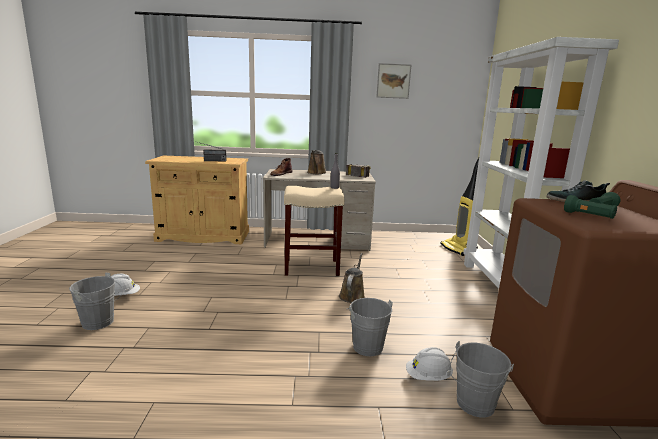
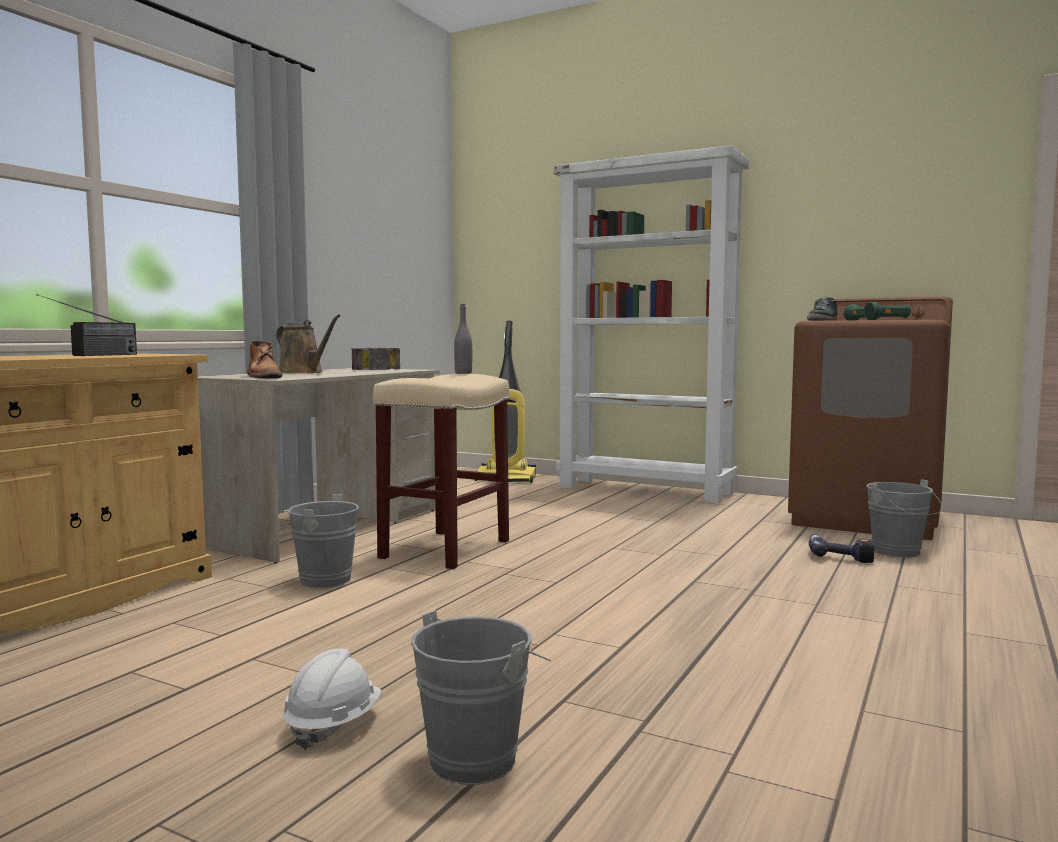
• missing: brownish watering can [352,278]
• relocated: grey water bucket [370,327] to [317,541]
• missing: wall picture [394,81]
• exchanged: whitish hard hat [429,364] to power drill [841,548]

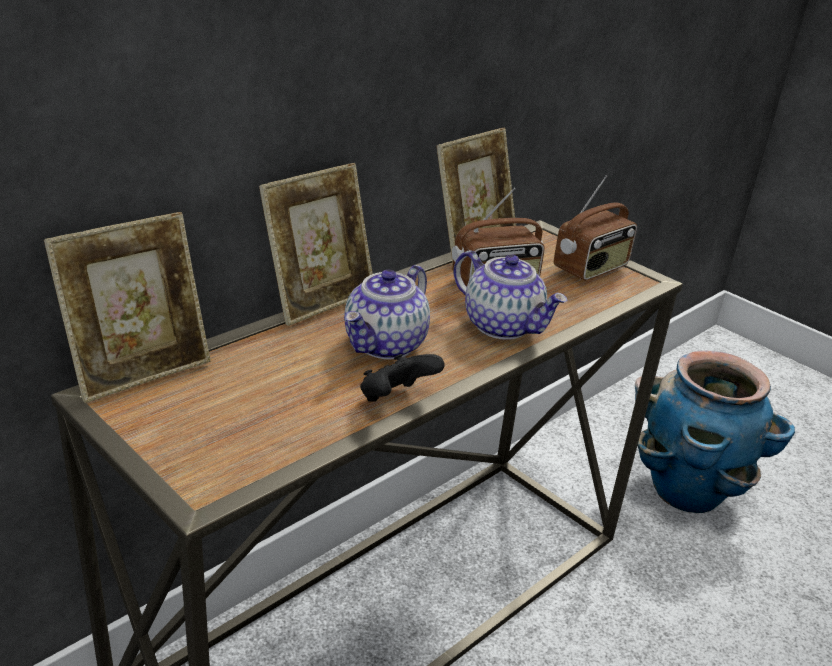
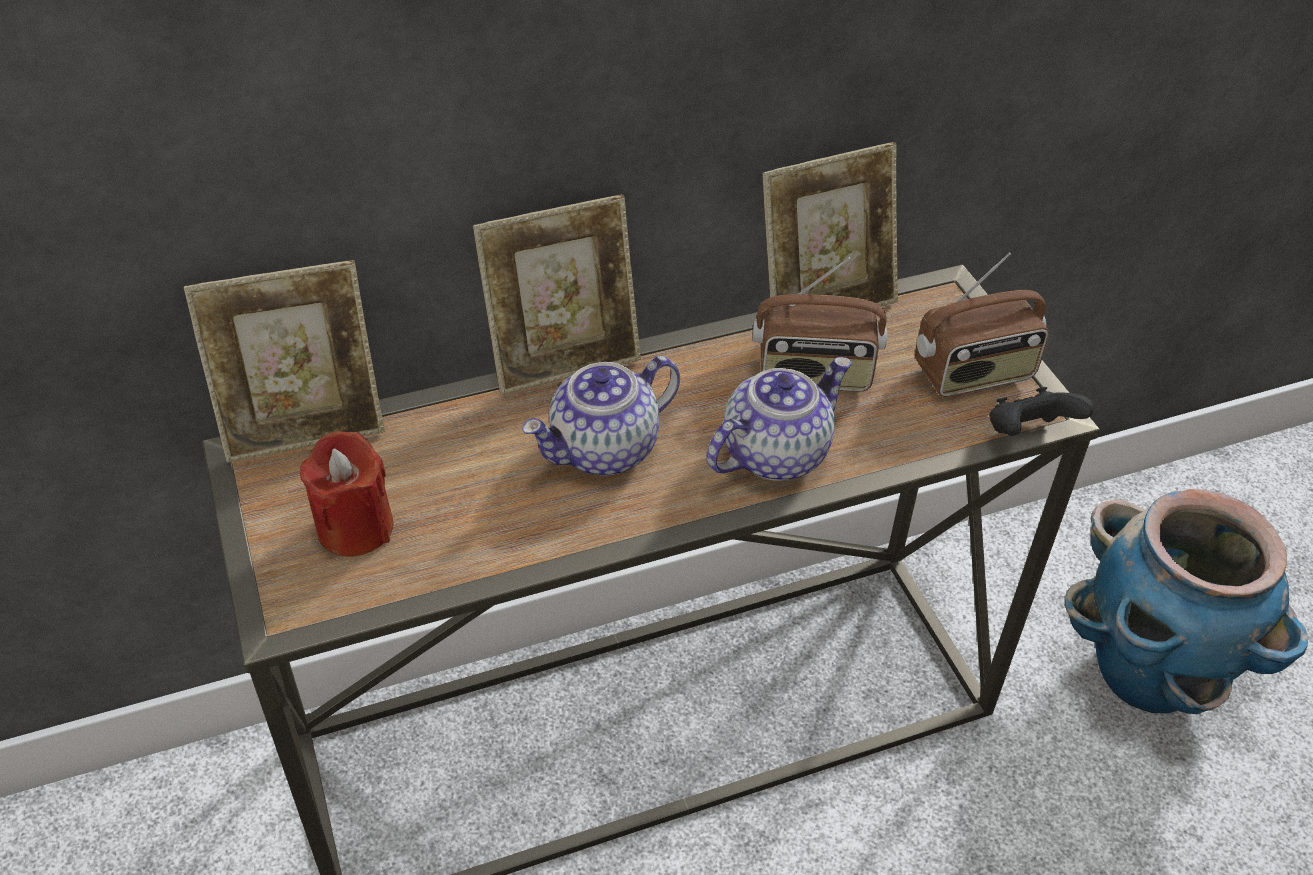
• relocated: black joypad [402,378] to [1041,411]
• spun: tea pot [511,295] = [779,419] 105 degrees counterclockwise
• appeared: red wax light [346,494]

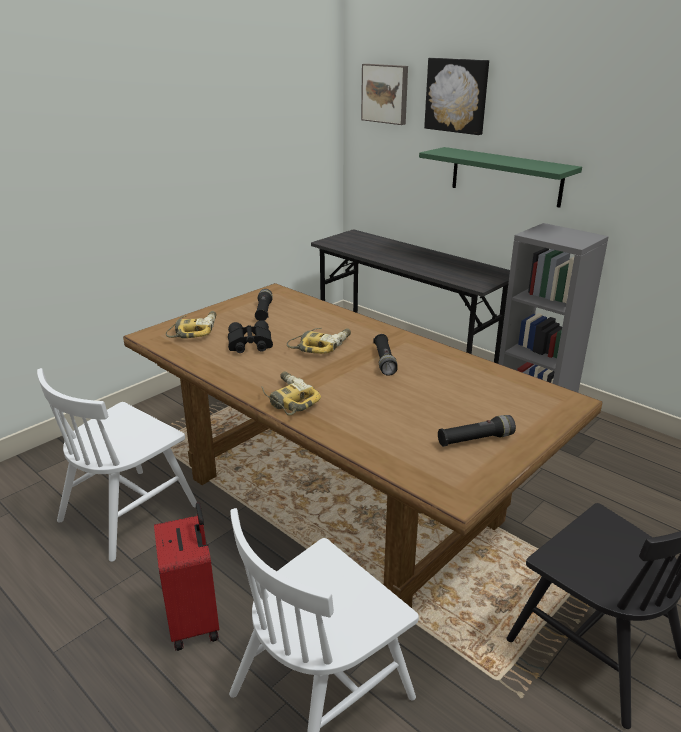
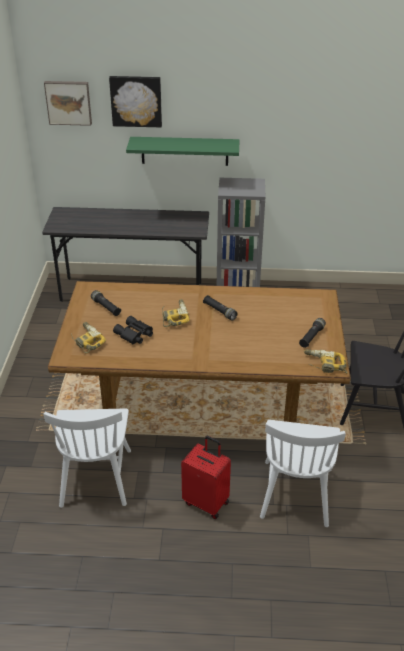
• relocated: power drill [291,393] to [325,361]

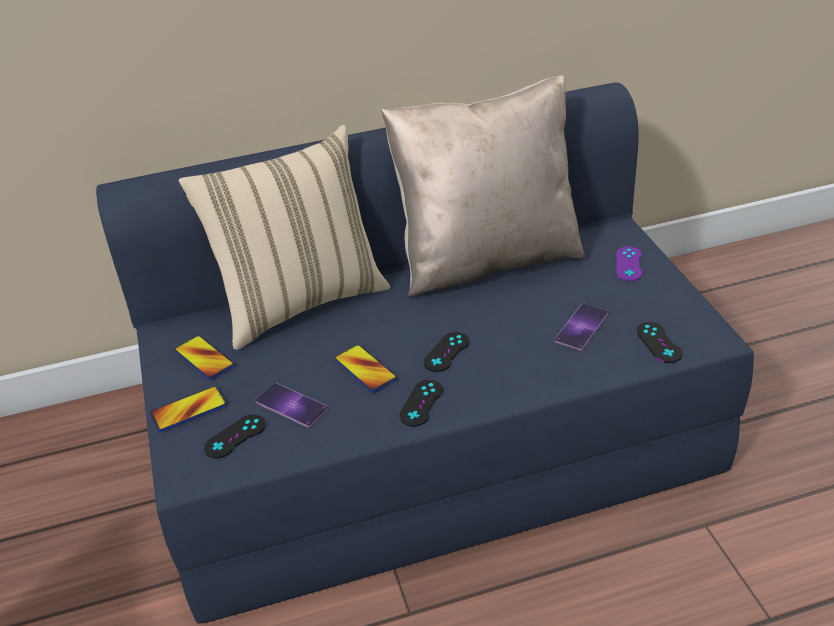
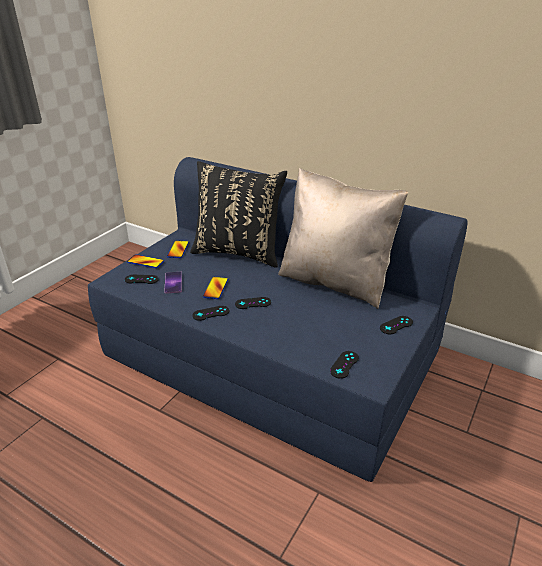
• colour: beige throw pillow [284,237] to black throw pillow [238,214]
• missing: phone [582,327]
• colour: purple joypad [629,263] to black joypad [396,325]

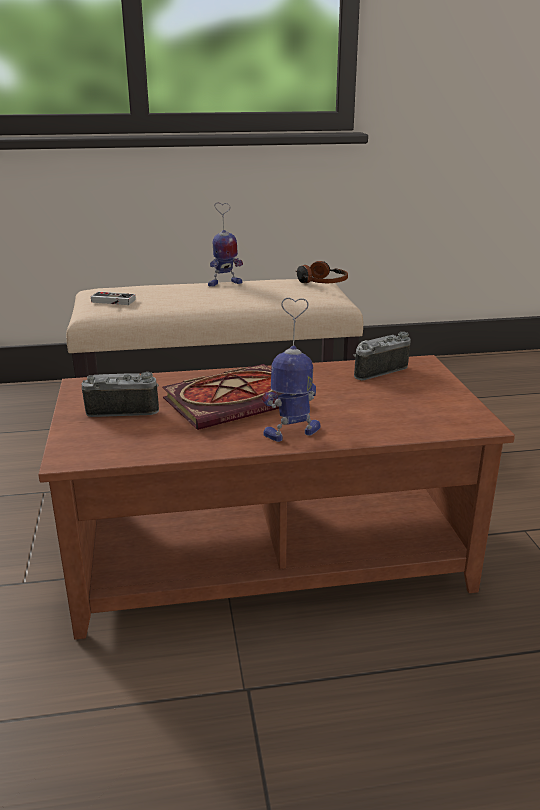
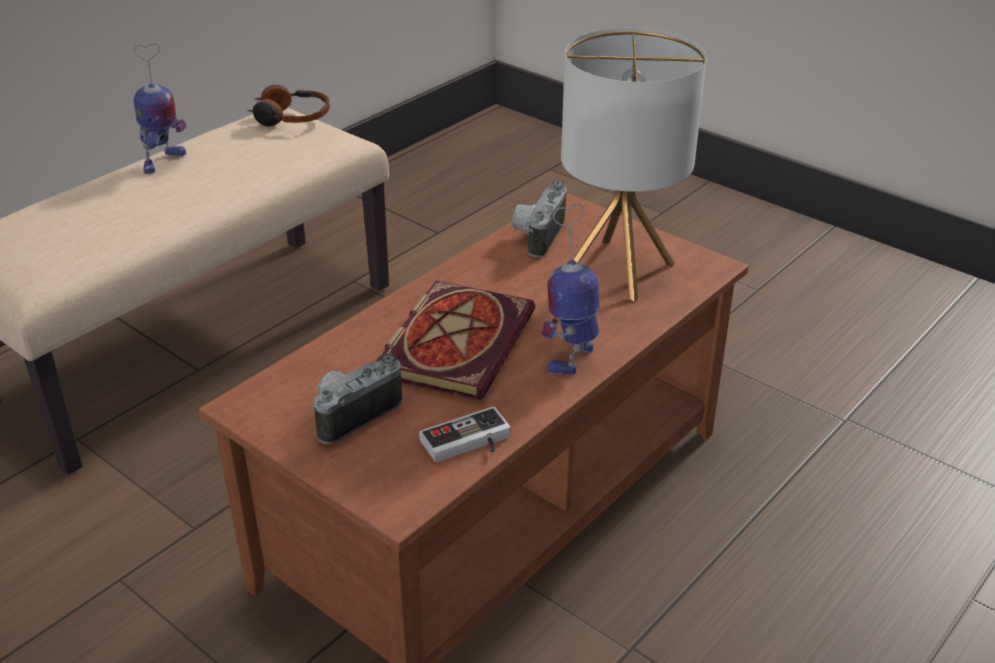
• relocated: joypad [113,298] to [465,434]
• appeared: table lamp [634,164]

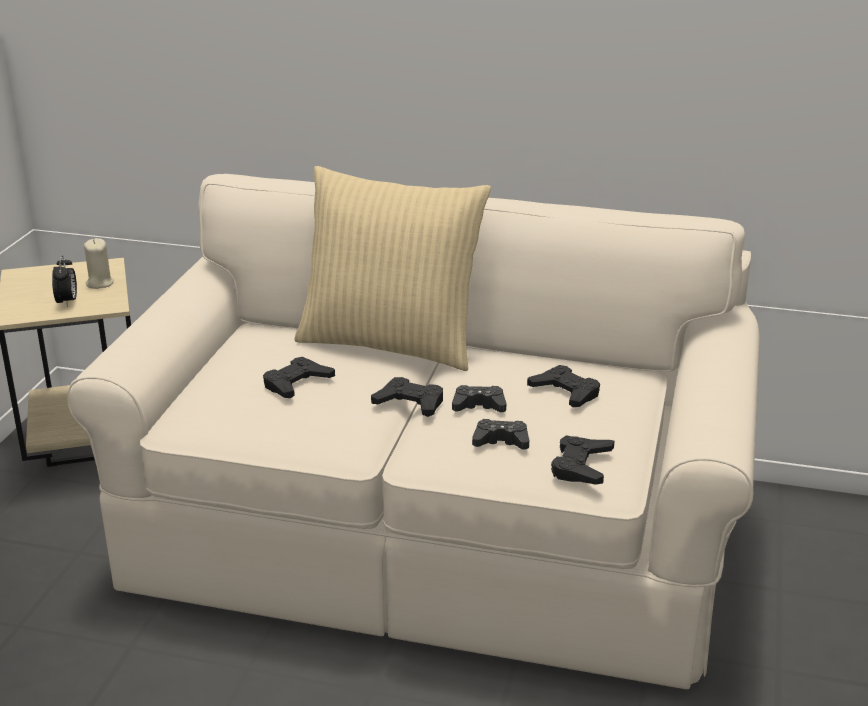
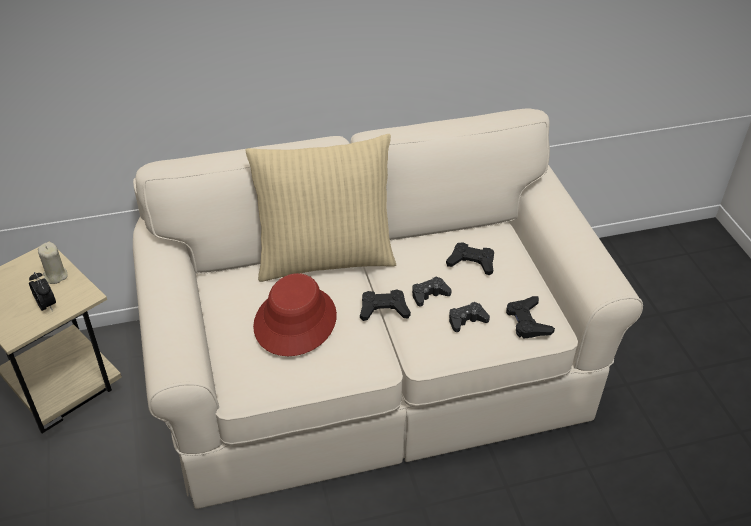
• exchanged: black joypad [299,377] to red wearable hat [295,314]

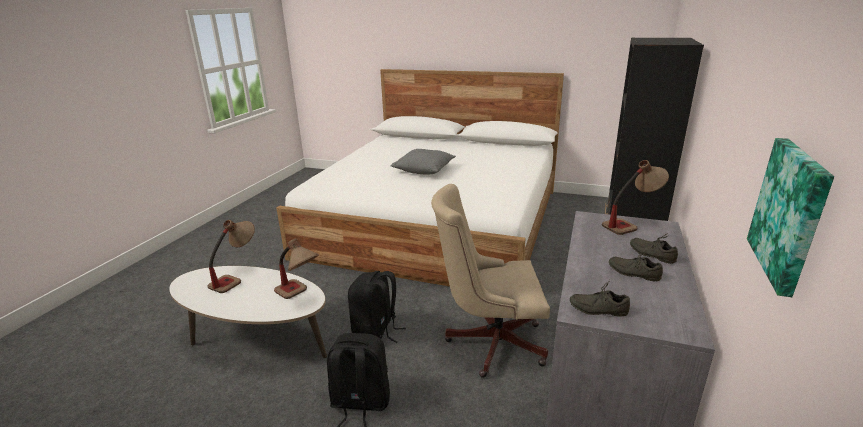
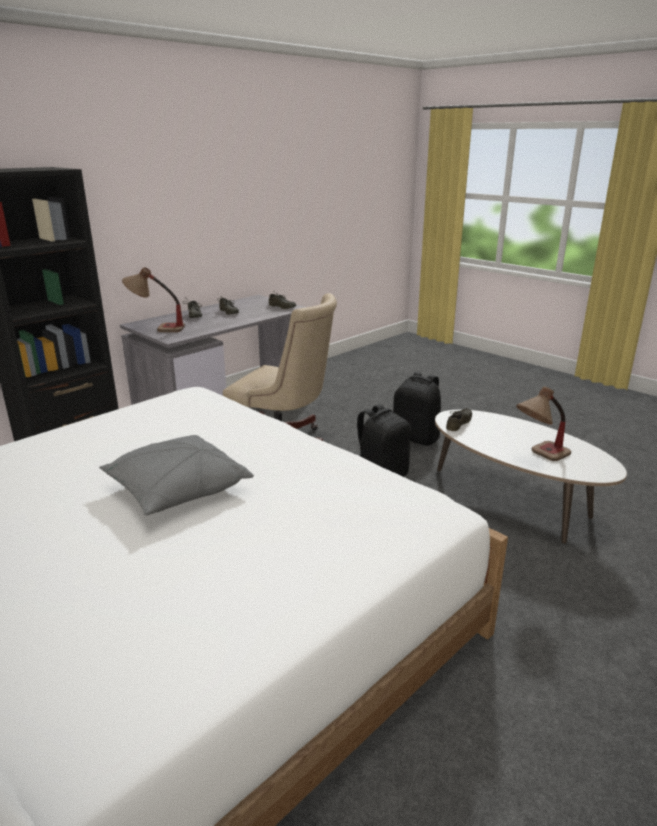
• exchanged: table lamp [296,268] to grey item of footwear [459,419]
• missing: wall picture [790,217]

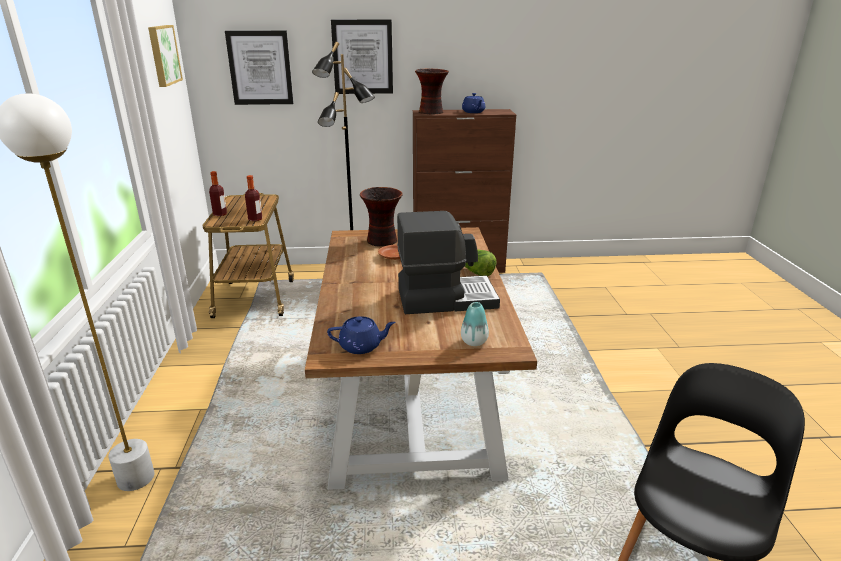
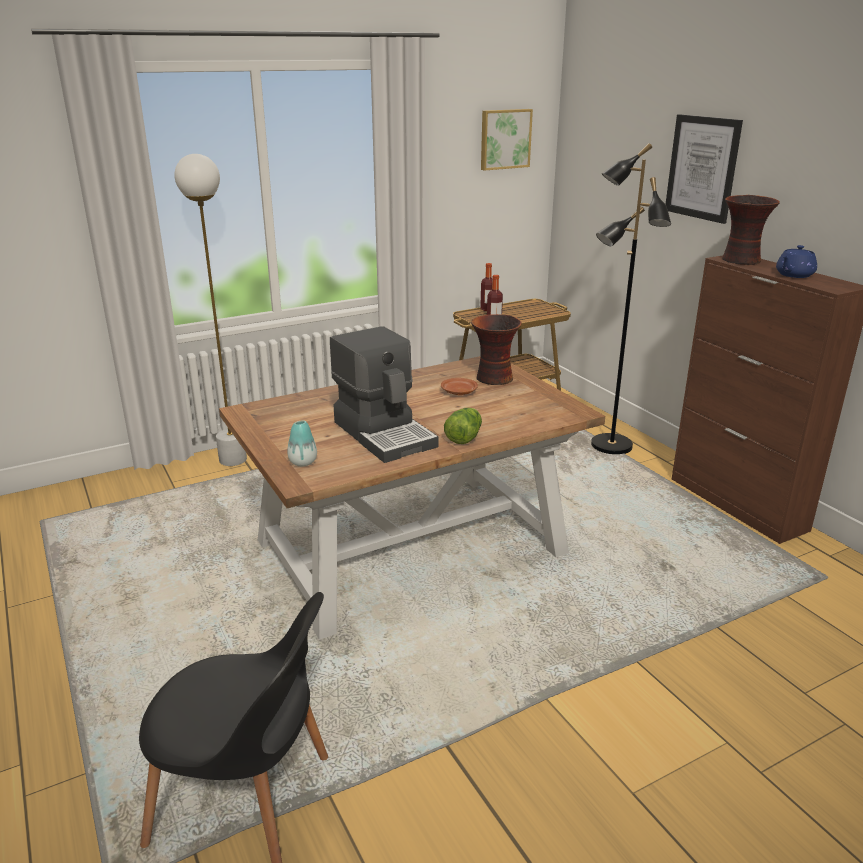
• missing: wall picture [259,67]
• missing: blue-coloured tea pot [361,335]

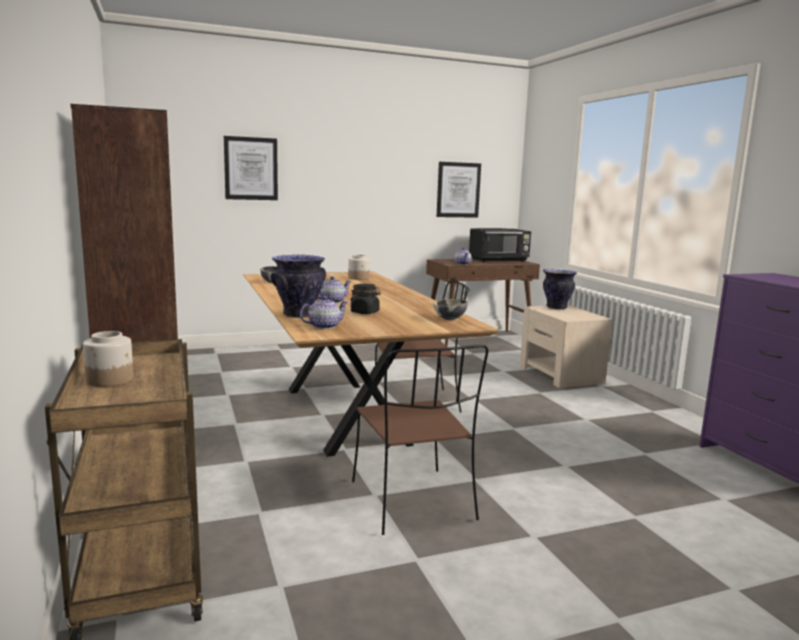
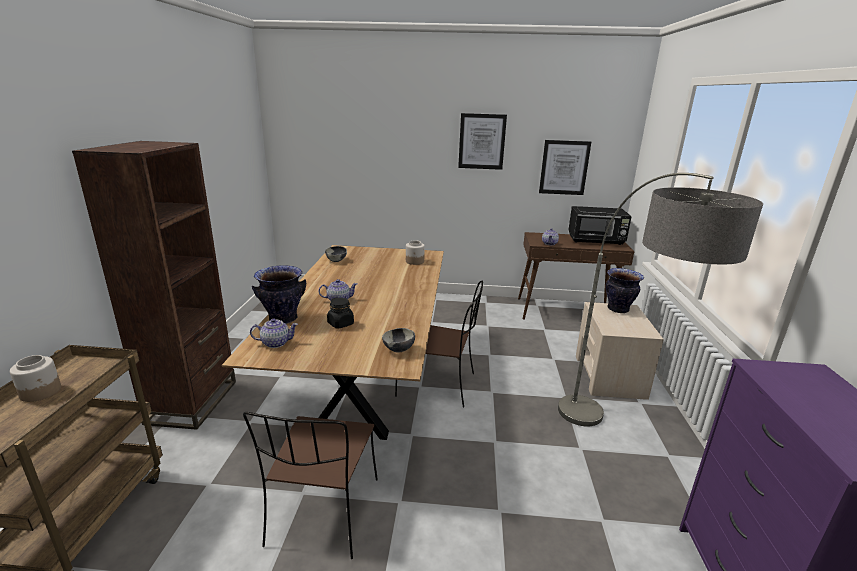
• relocated: wall picture [251,168] to [482,141]
• appeared: standard lamp [660,299]

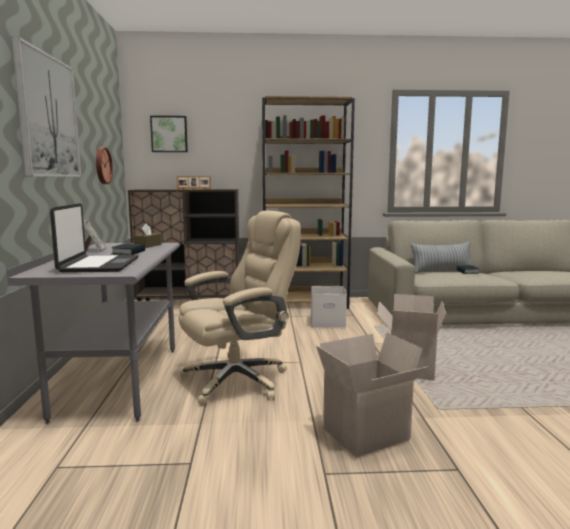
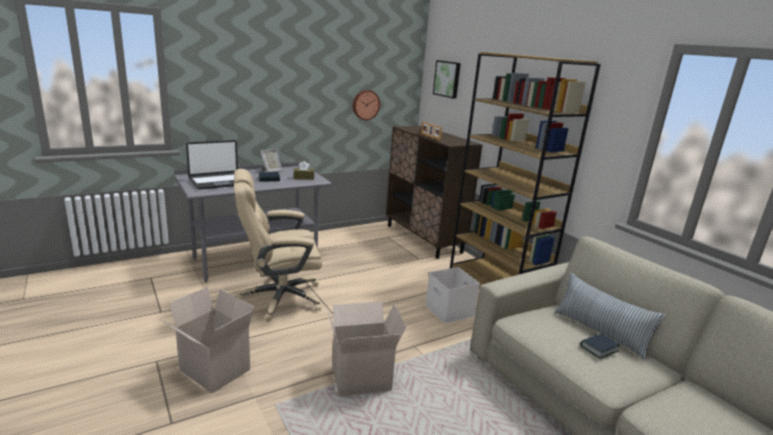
• missing: wall picture [46,106]
• spun: beige desk chair [239,308] = [278,245] 135 degrees clockwise

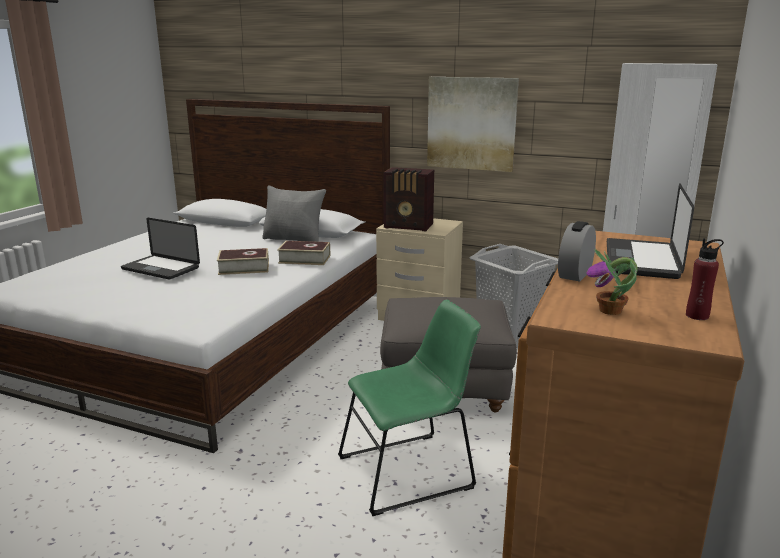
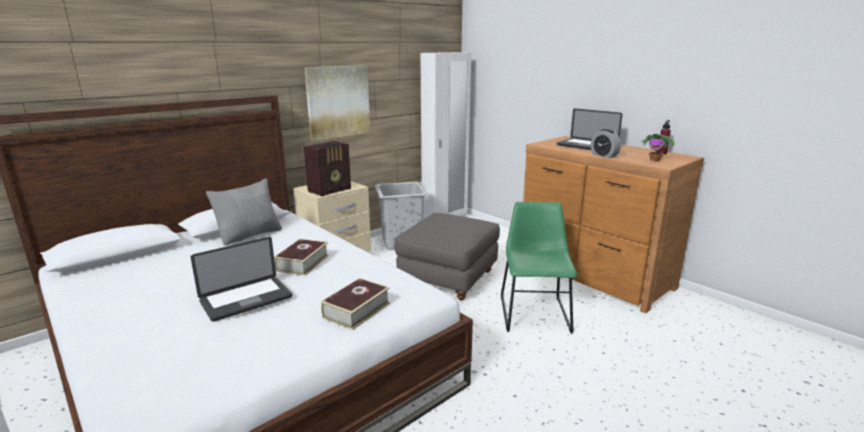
• relocated: book [303,253] to [355,304]

